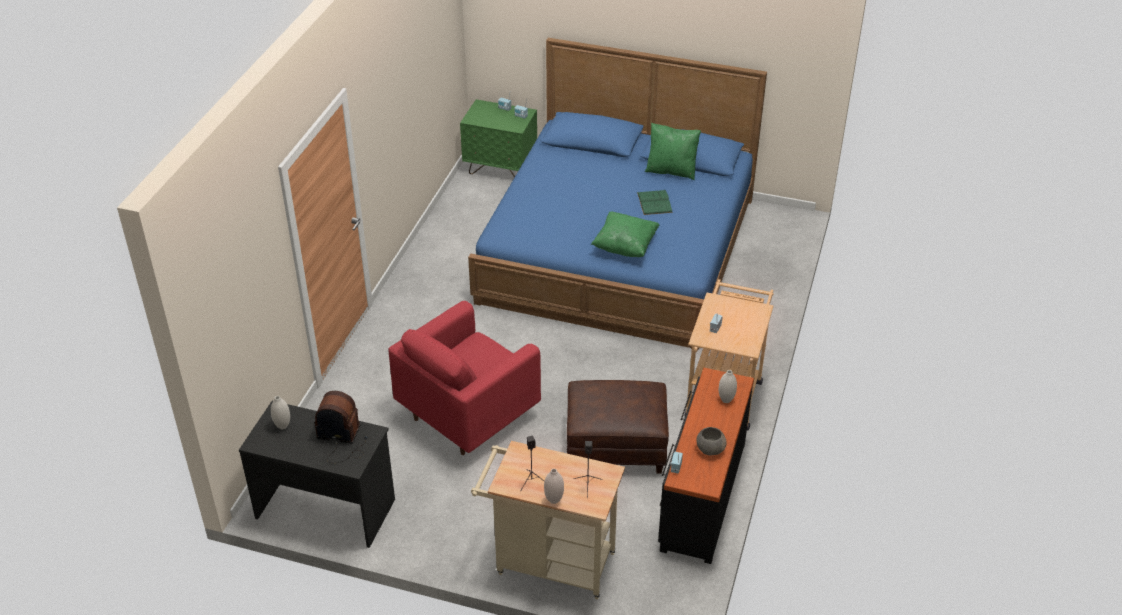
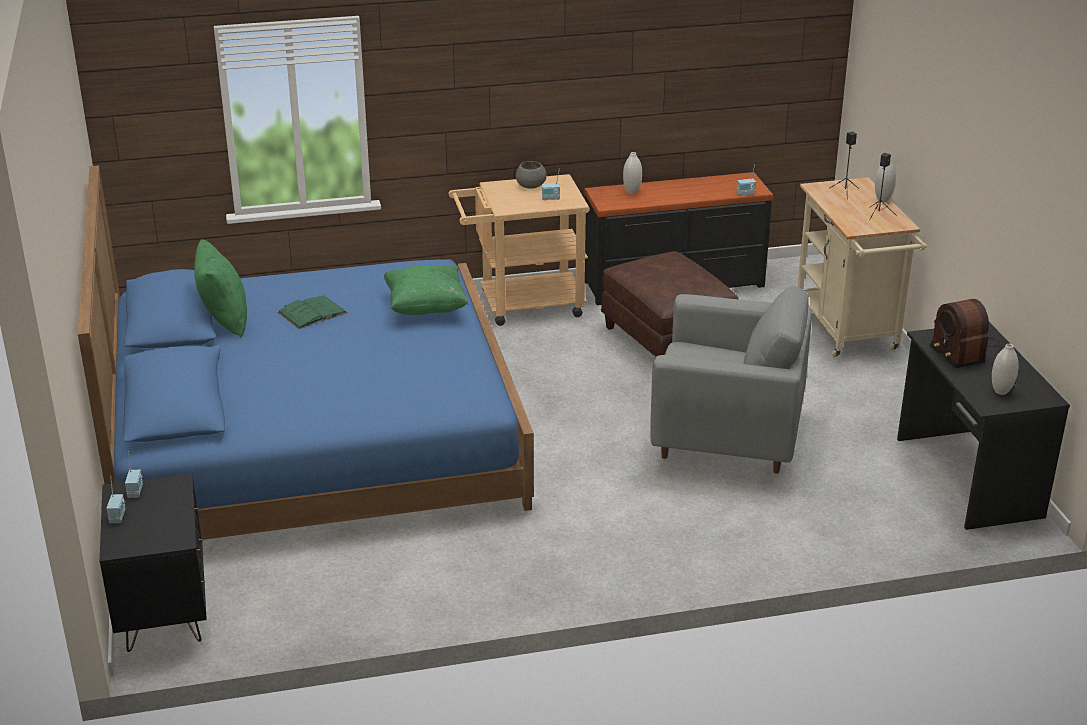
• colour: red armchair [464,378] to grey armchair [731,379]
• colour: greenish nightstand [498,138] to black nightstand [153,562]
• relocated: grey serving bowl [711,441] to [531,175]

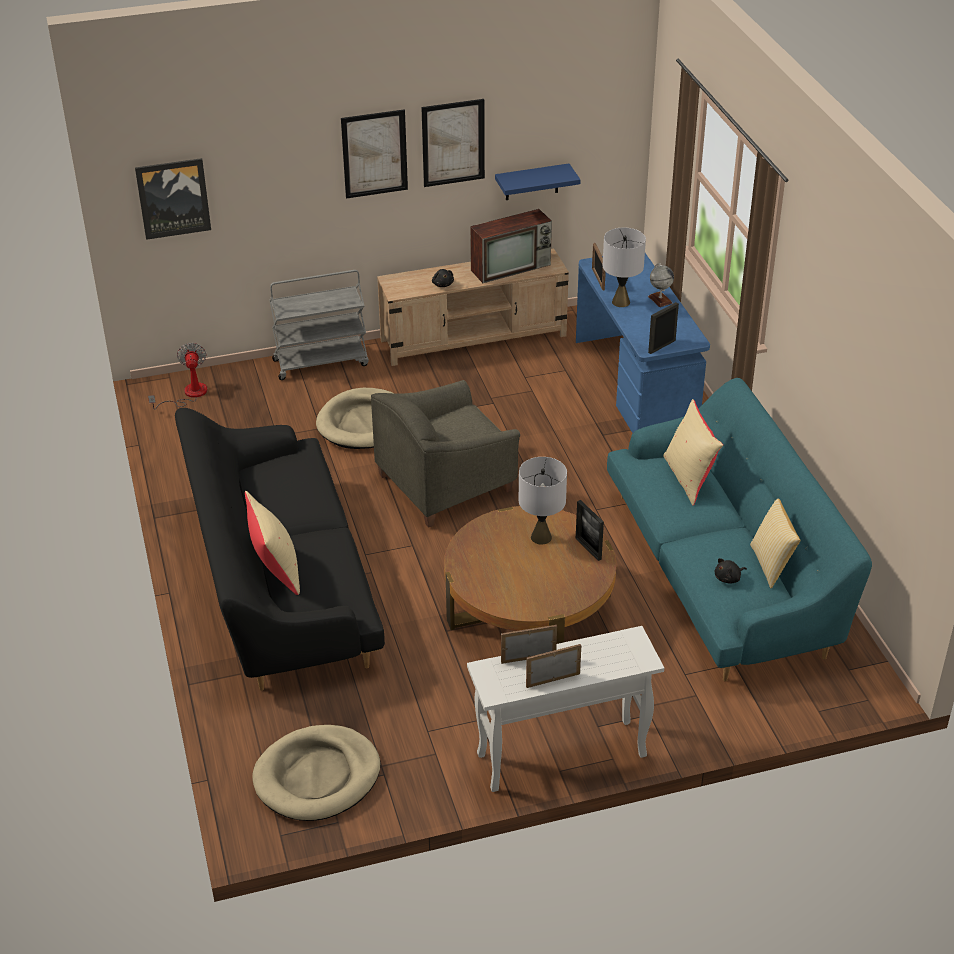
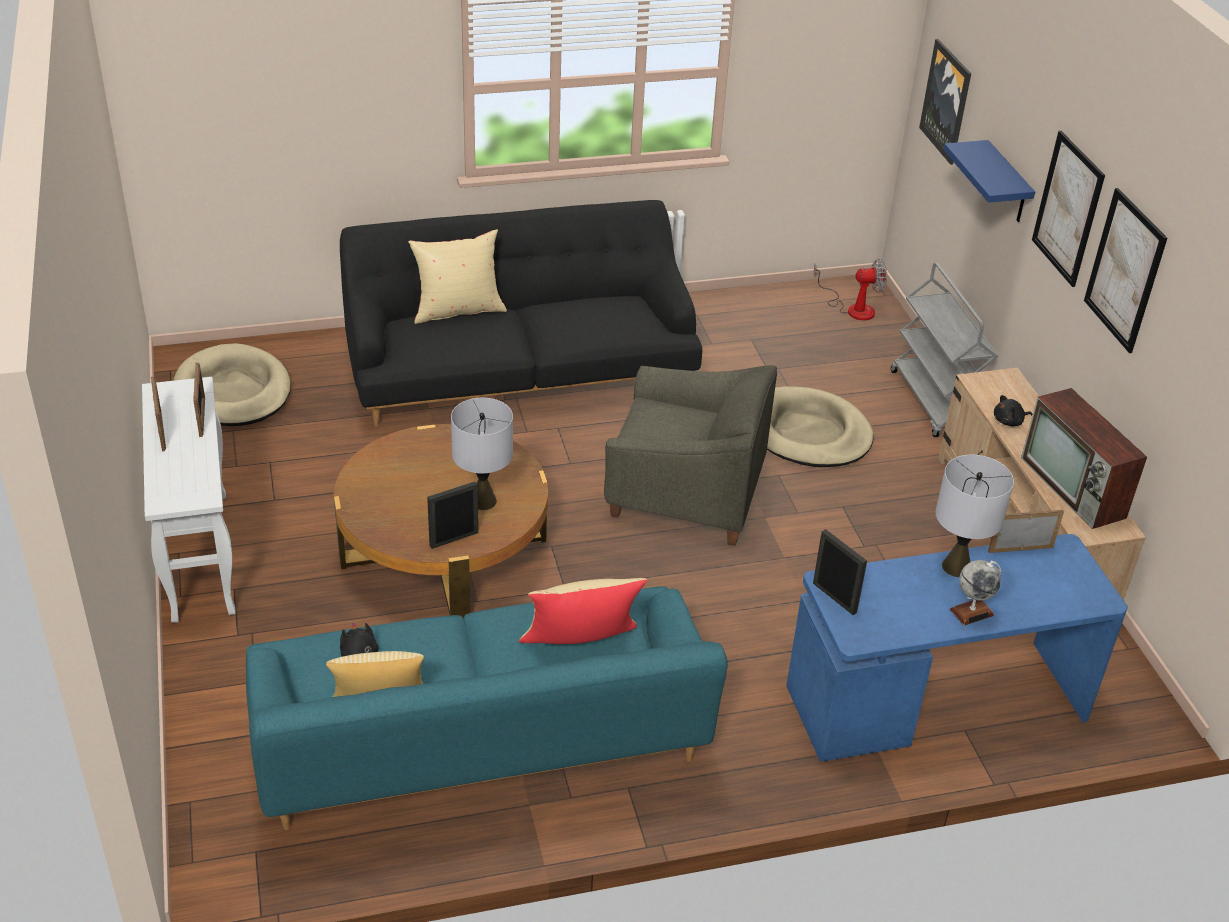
• spun: grey armchair [445,454] = [690,455] 135 degrees clockwise
• relocated: blue-coloured shelf [538,181] to [989,181]

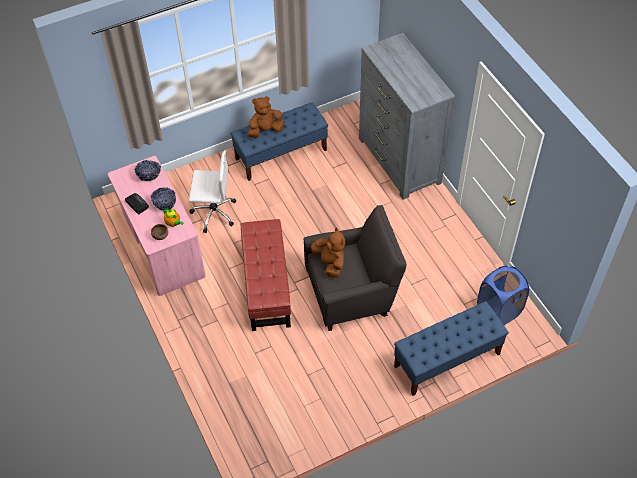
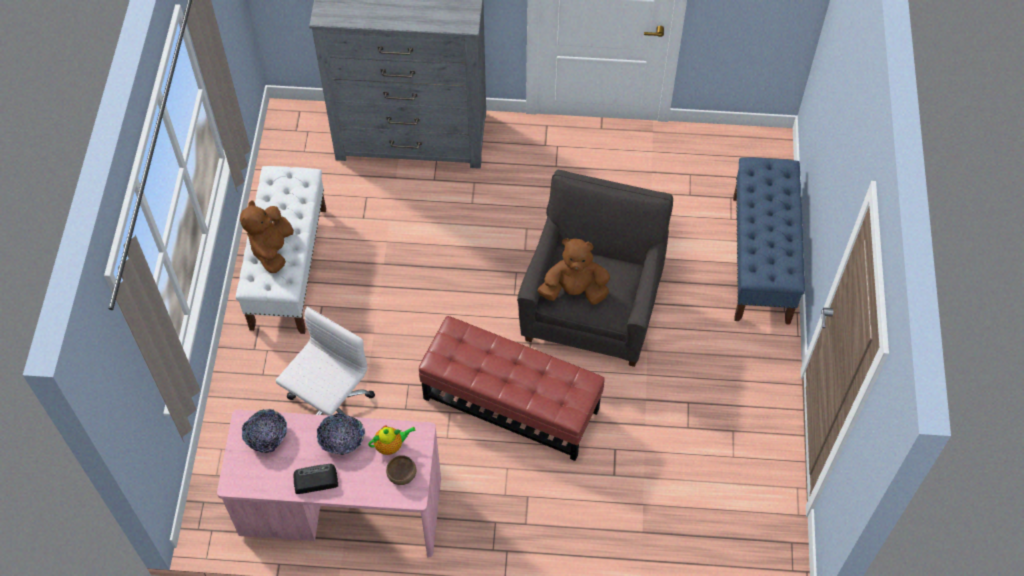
• colour: blue-coloured long seat [279,141] to whitish long seat [281,250]
• missing: blue-coloured washing basket [503,295]

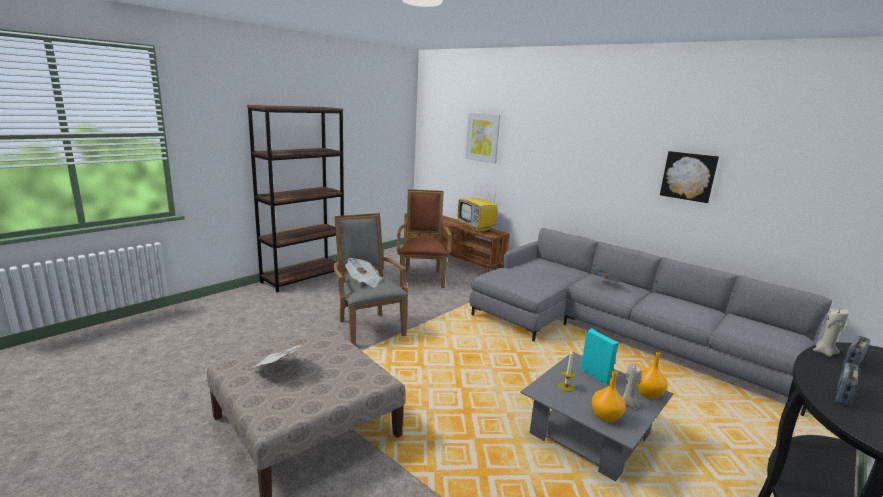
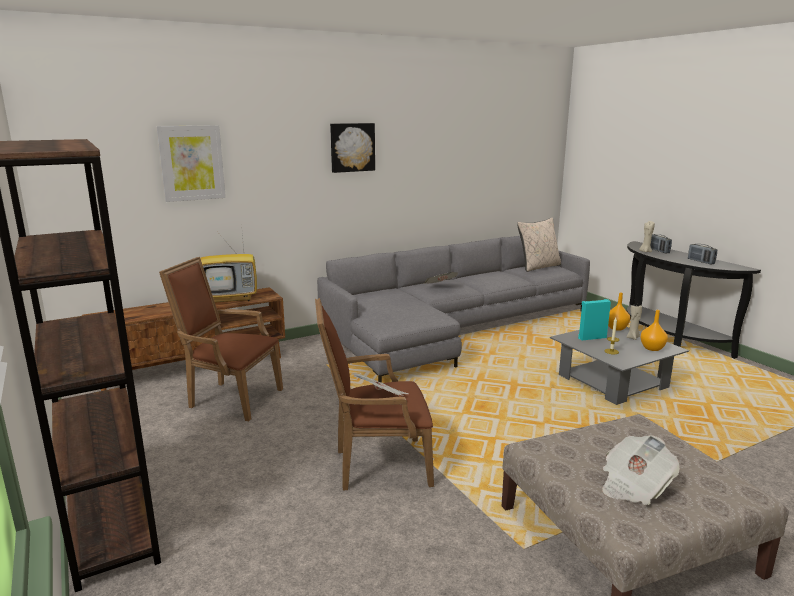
• colour: grey armchair [371,279] to brownish armchair [374,394]
• relocated: wall picture [689,177] to [352,148]
• appeared: beige throw pillow [539,244]

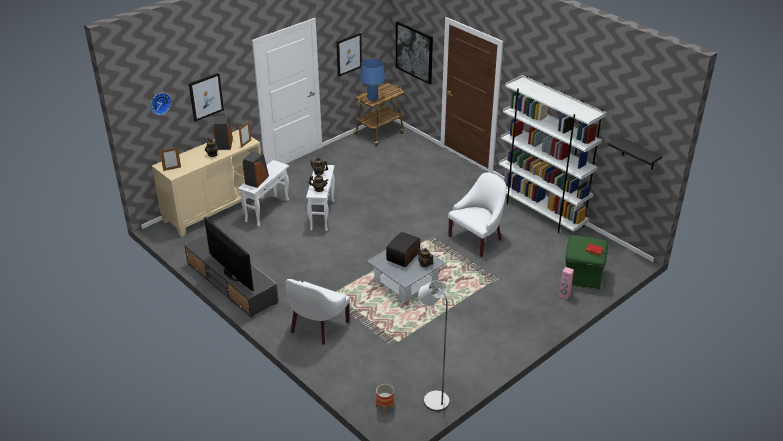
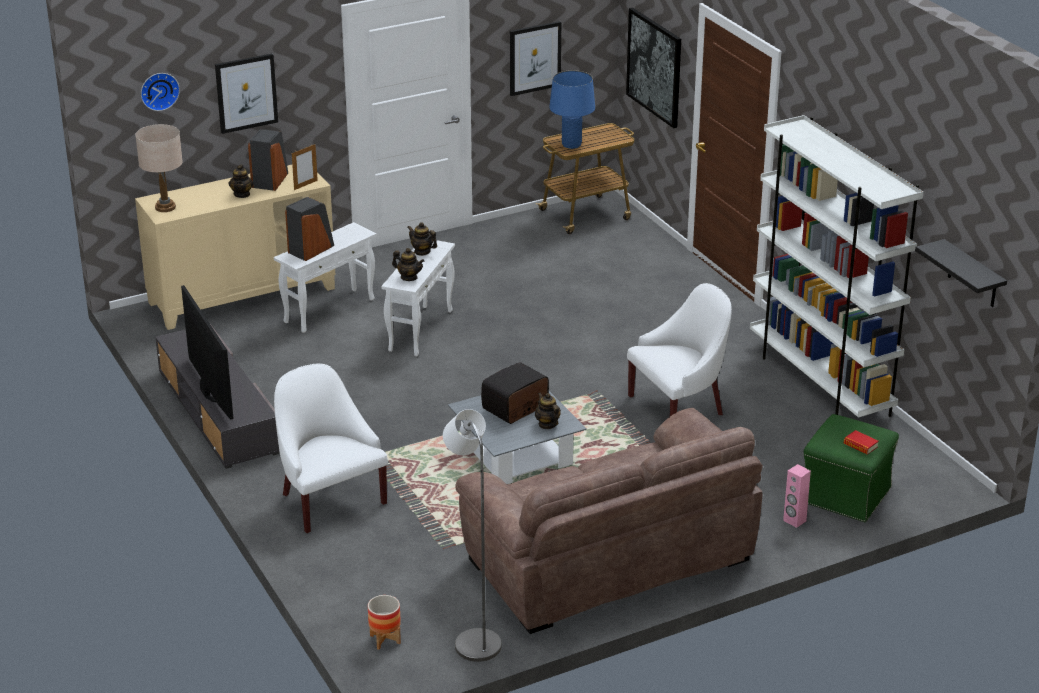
• exchanged: picture frame [170,159] to beige table lamp [159,168]
• spun: whitish armchair [318,311] = [331,448] 105 degrees clockwise
• appeared: brownish couch [609,521]

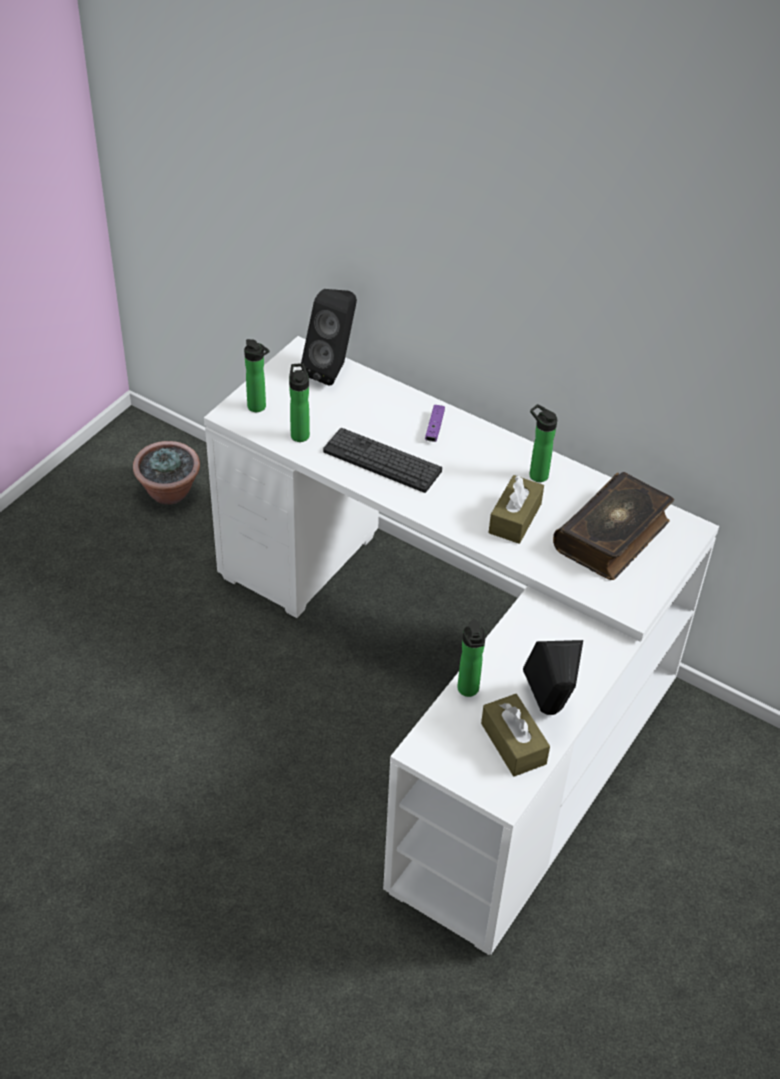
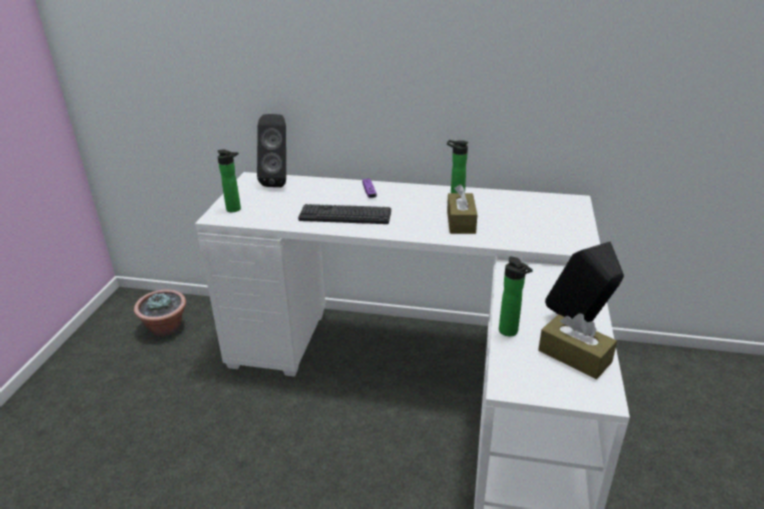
• missing: bottle [299,402]
• missing: book [613,526]

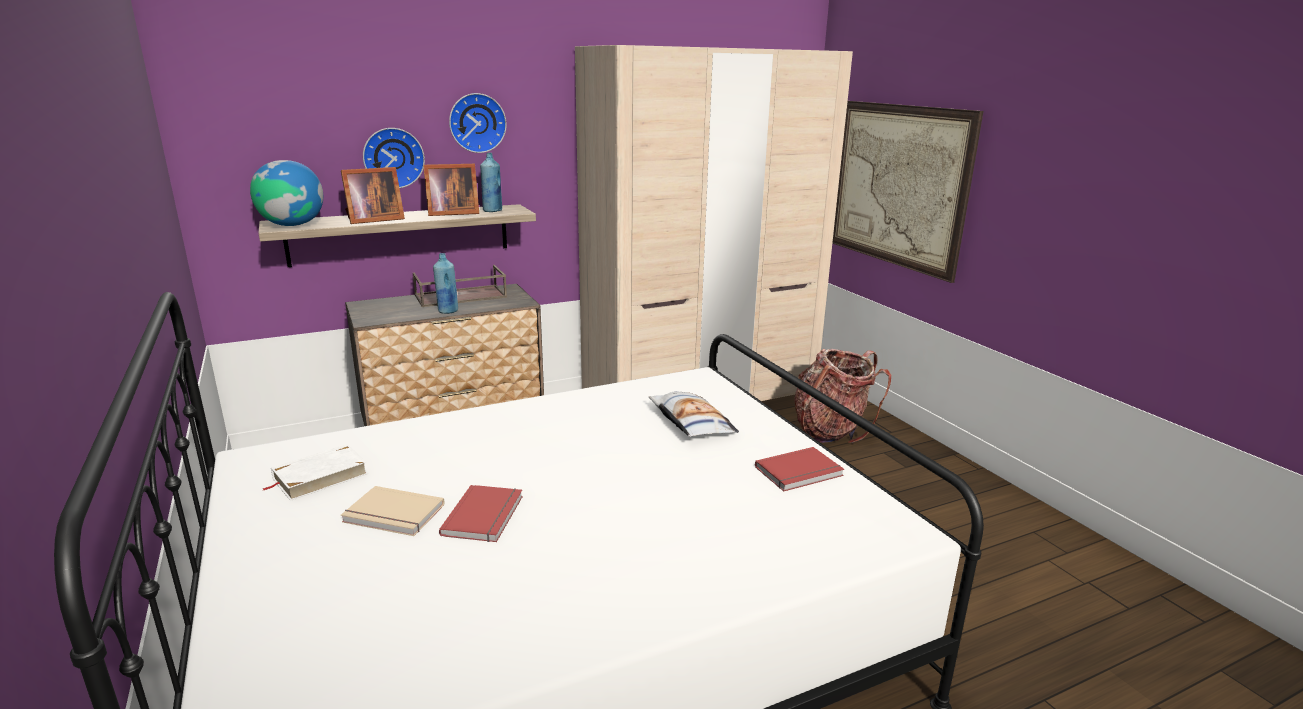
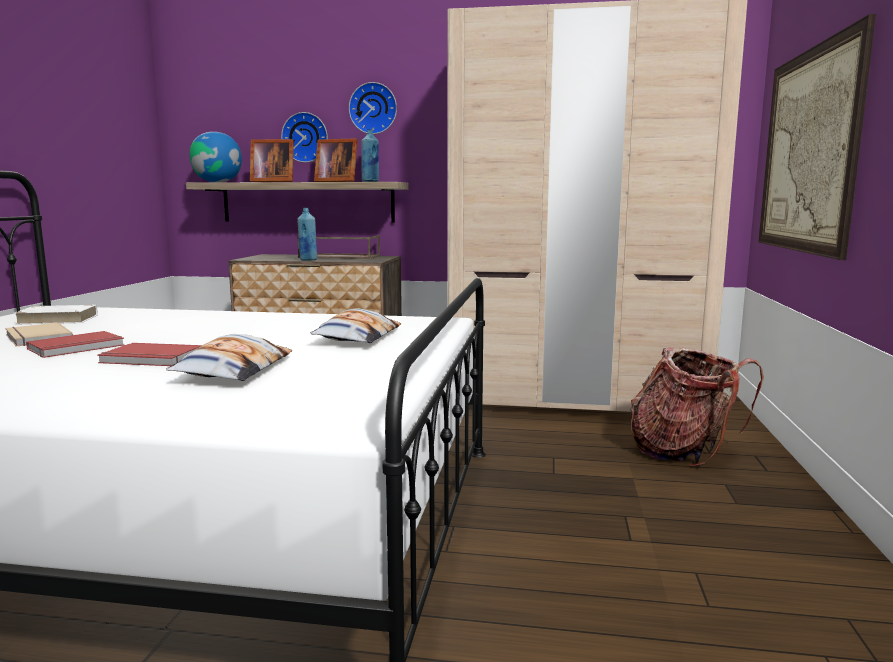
• relocated: red book [799,469] to [149,354]
• appeared: throw pillow [229,357]

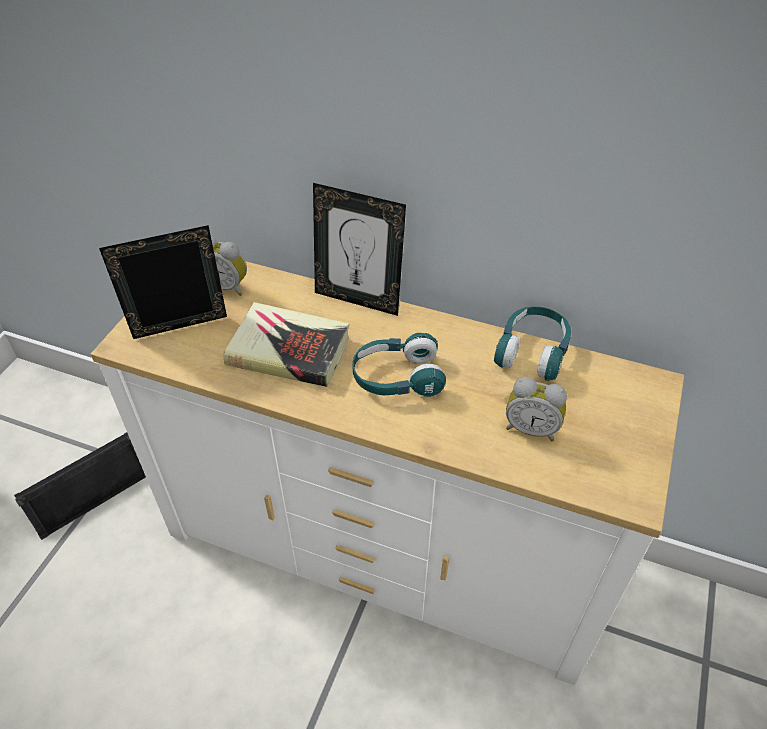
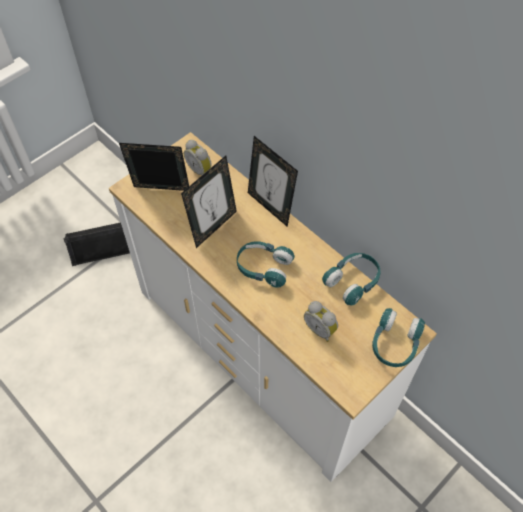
• exchanged: book [286,344] to picture frame [209,202]
• appeared: turquoise headphones [398,337]

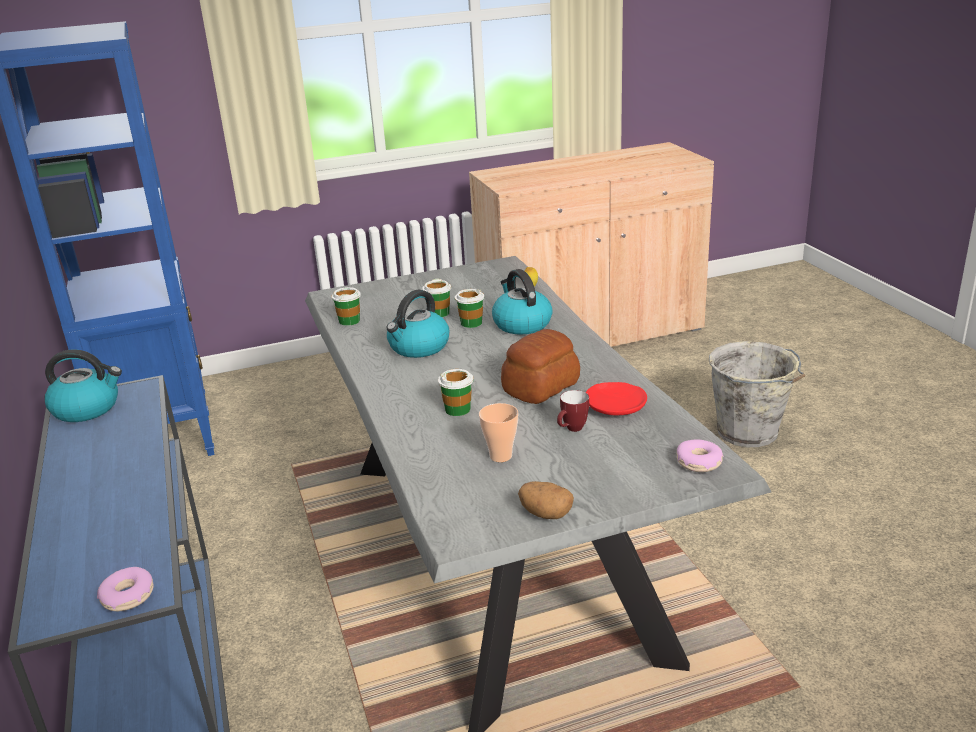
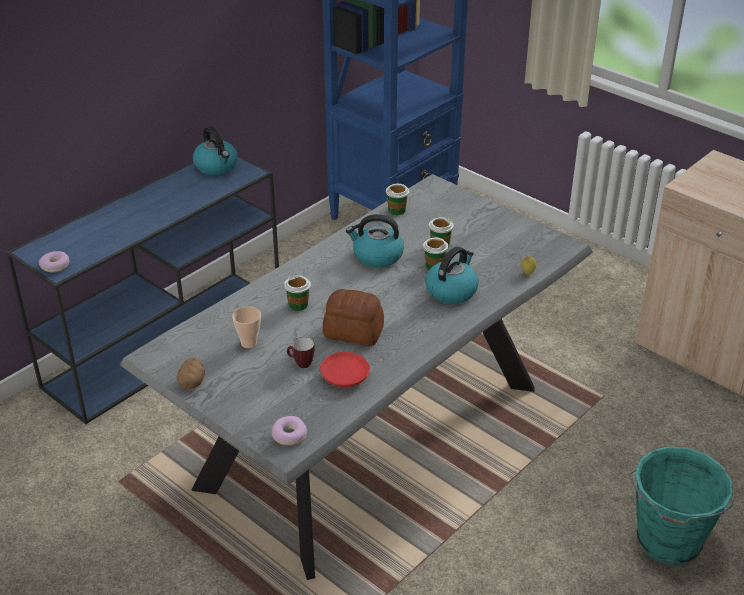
• colour: grey water bucket [757,394] to turquoise water bucket [681,506]

